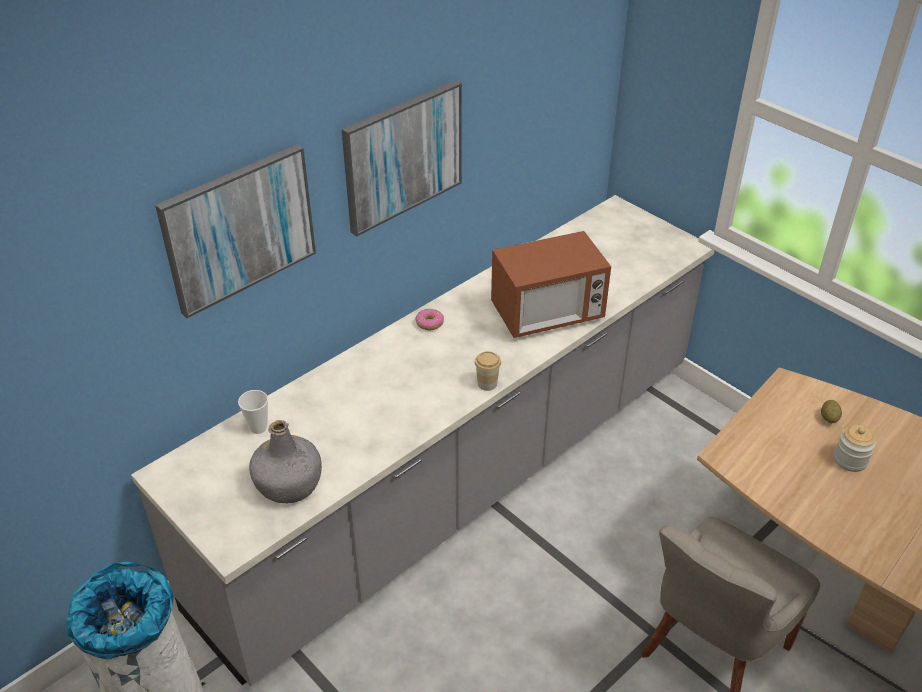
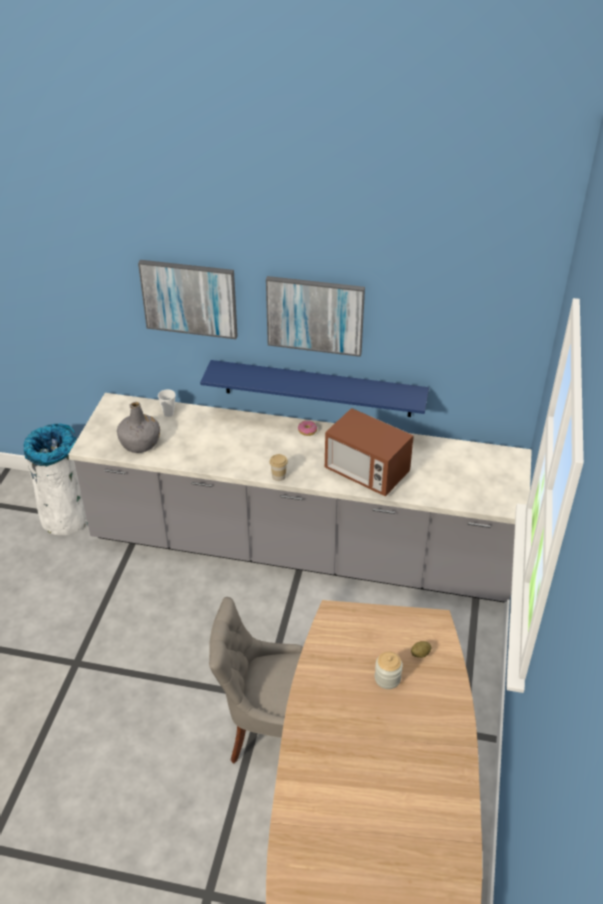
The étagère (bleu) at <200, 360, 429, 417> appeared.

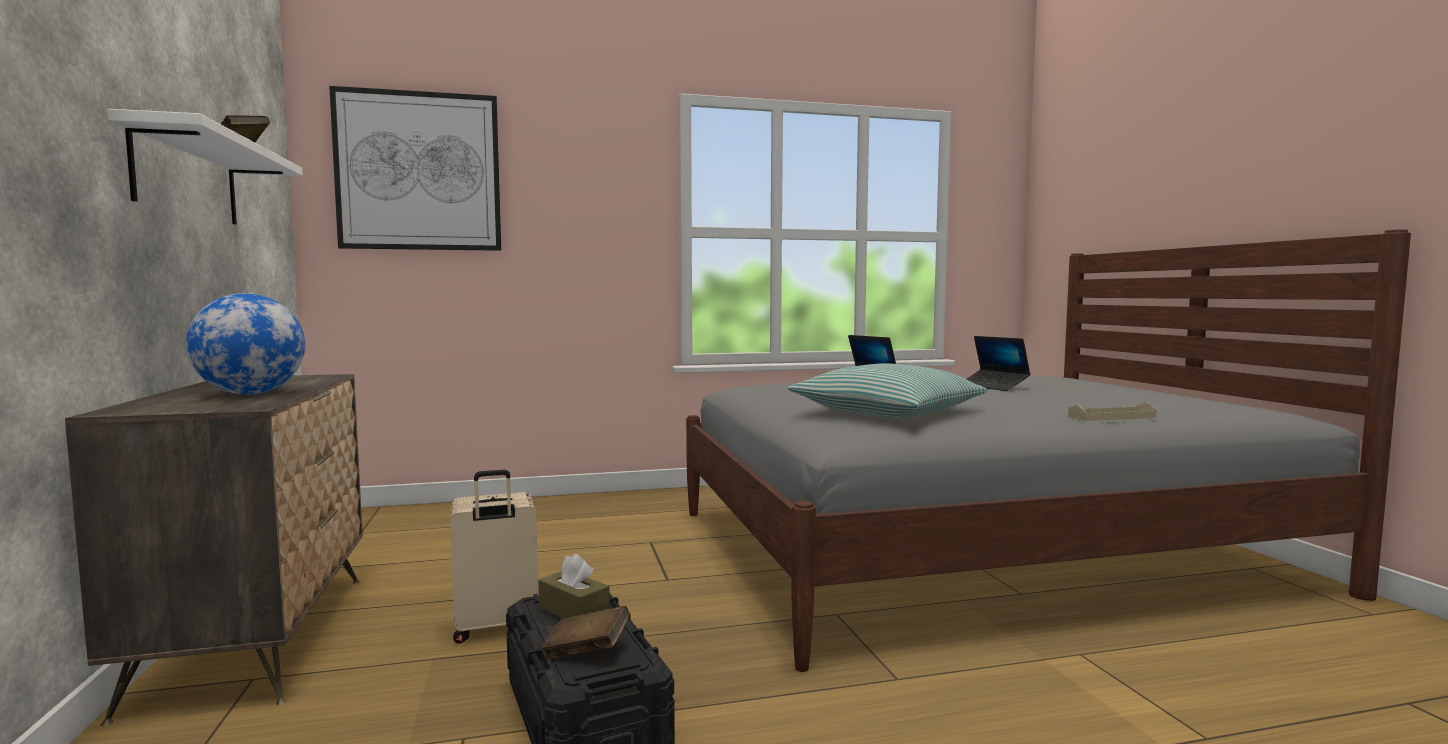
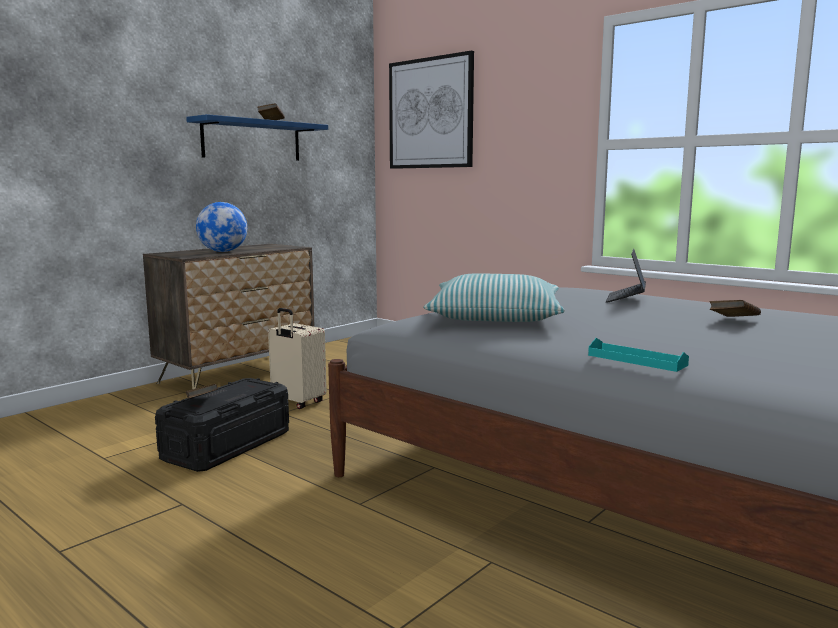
The étagère (blanc) at <107, 109, 303, 224> became the étagère (bleu) at <186, 114, 328, 161>. The ordinateur portable at <966, 336, 1031, 391> was replaced by the livre (marron) at <709, 300, 761, 317>. The plateau (beige) at <1068, 402, 1157, 421> became the plateau (turquoise) at <588, 338, 689, 372>. The boîte à mouchoirs (marron) at <538, 554, 610, 618> disappeared.

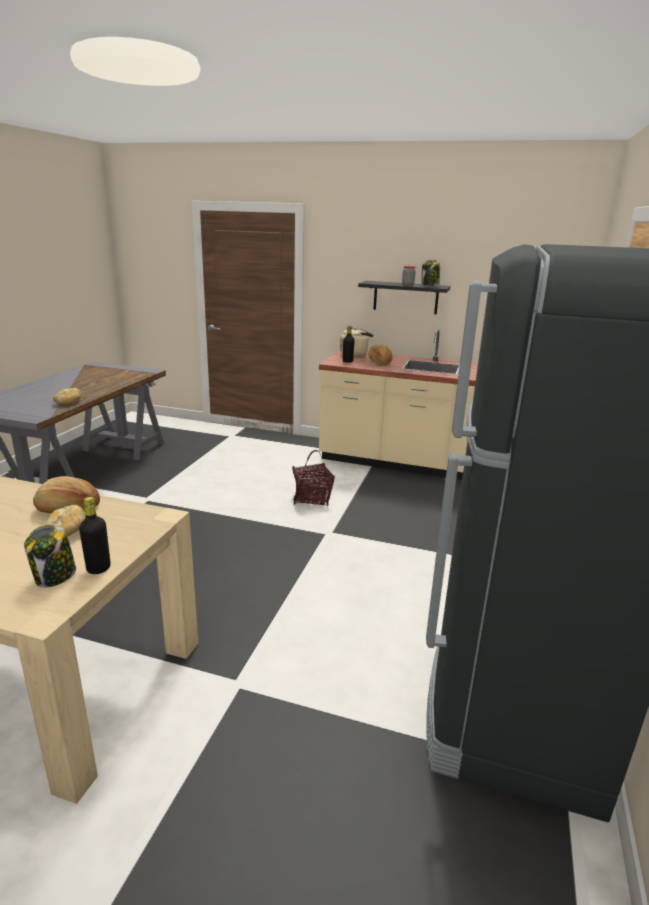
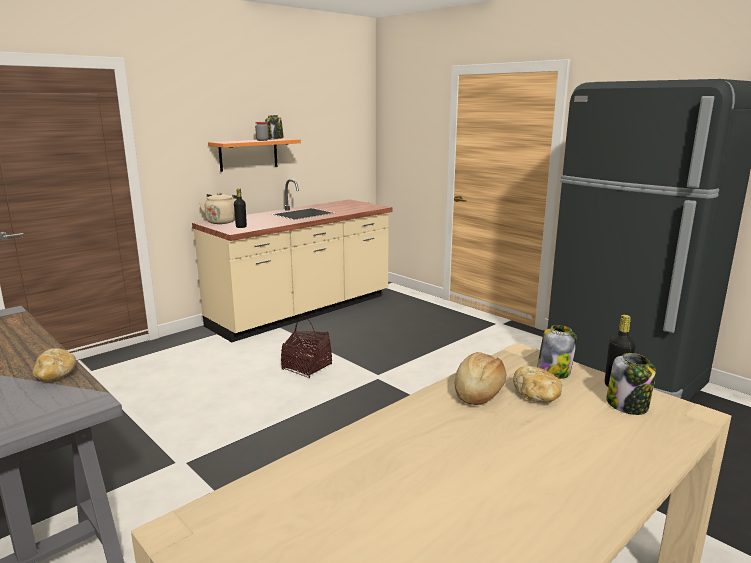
The étagère (noir) at <358, 281, 450, 314> became the étagère (orange) at <208, 138, 301, 172>. The pain at <368, 344, 393, 365> disappeared. The bocal at <537, 325, 577, 379> appeared.

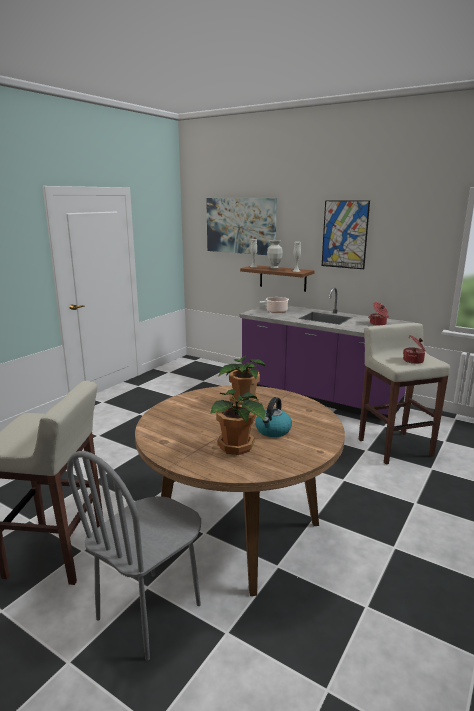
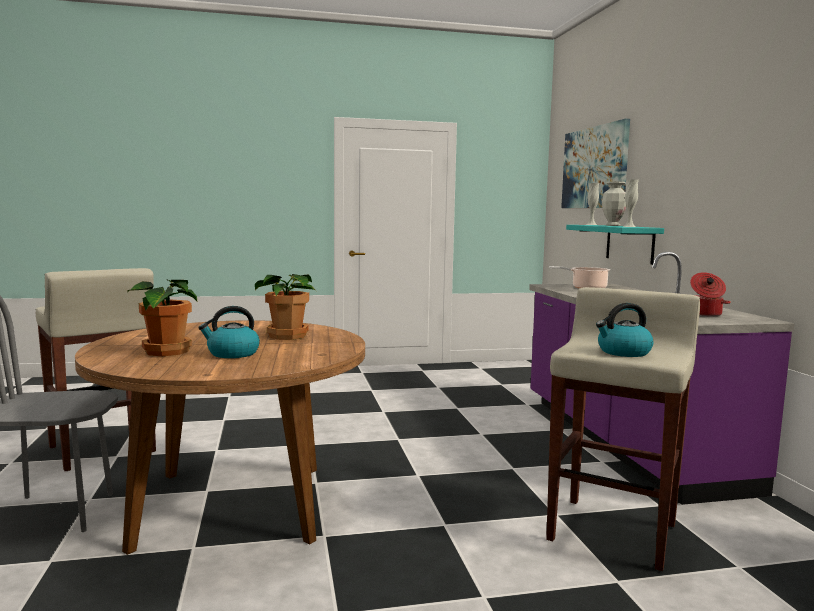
The tableau at <322, 200, 370, 269> disappeared. The étagère (marron) at <240, 265, 315, 292> became the étagère (turquoise) at <566, 225, 664, 265>. The marmite at <403, 335, 426, 364> was replaced by the bouilloire at <596, 303, 653, 357>.

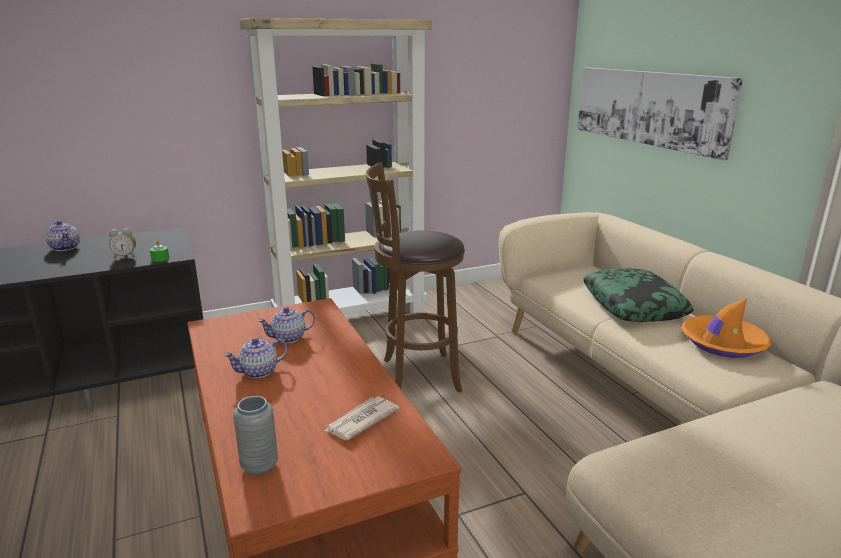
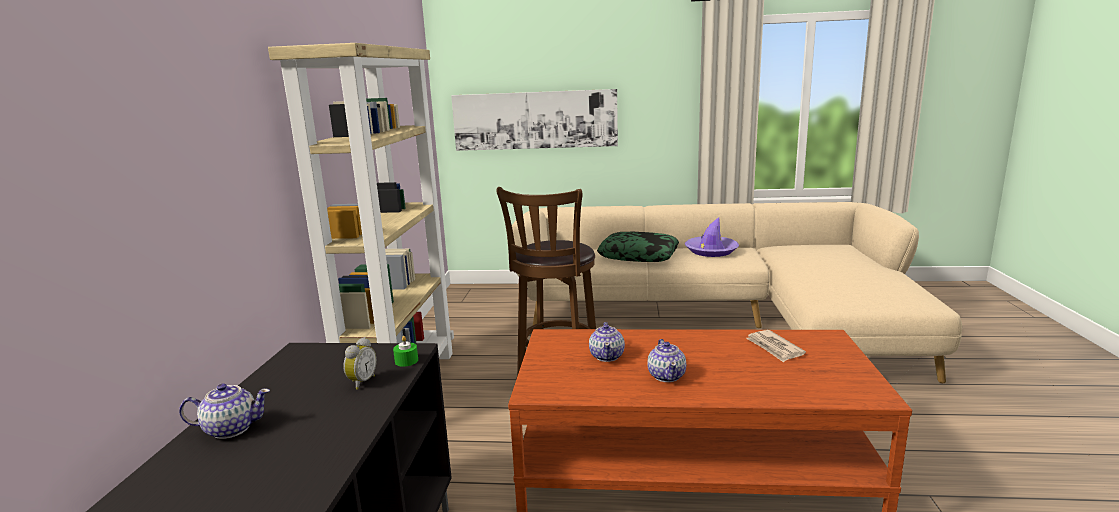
The chapeau (orange) at <682, 299, 771, 358> became the chapeau (violet) at <685, 217, 739, 257>. The vase (gris) at <233, 396, 278, 475> disappeared.

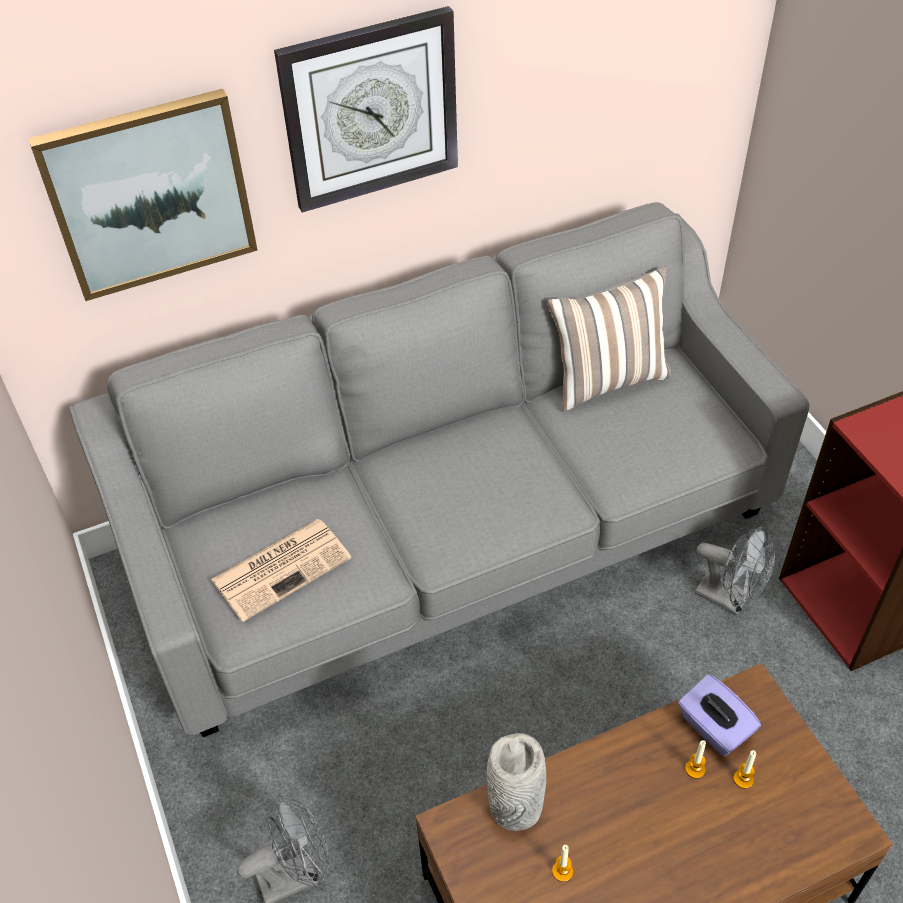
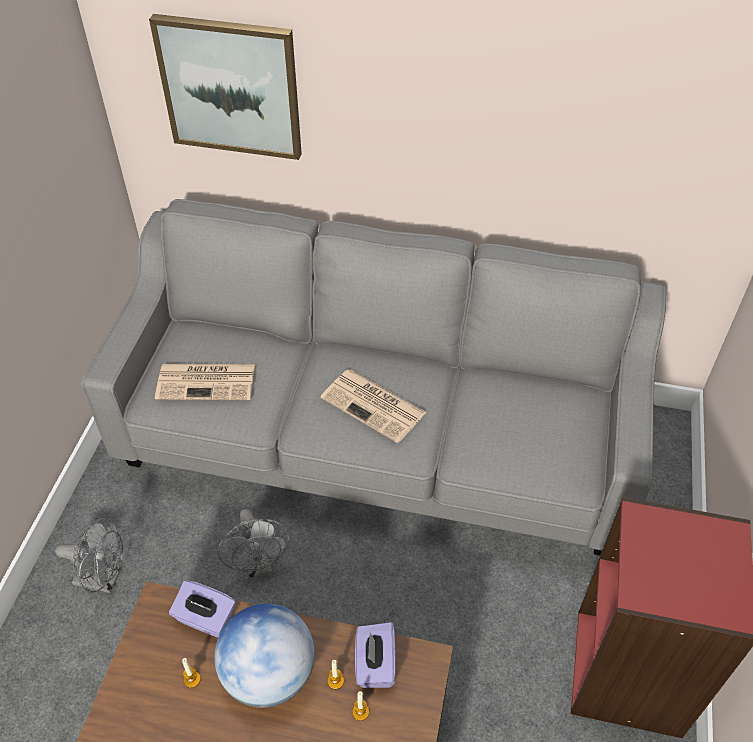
The horloge murale at <274, 6, 458, 213> disappeared. The coussin at <548, 267, 672, 411> disappeared. The ventilateur (gris) moved from <695, 527, 775, 615> to <218, 509, 290, 579>. The vase (gris) at <487, 733, 546, 831> was replaced by the boîte à mouchoirs (violet) at <169, 580, 236, 637>. The journal at <321, 369, 426, 443> appeared. The globe at <215, 604, 315, 708> appeared.

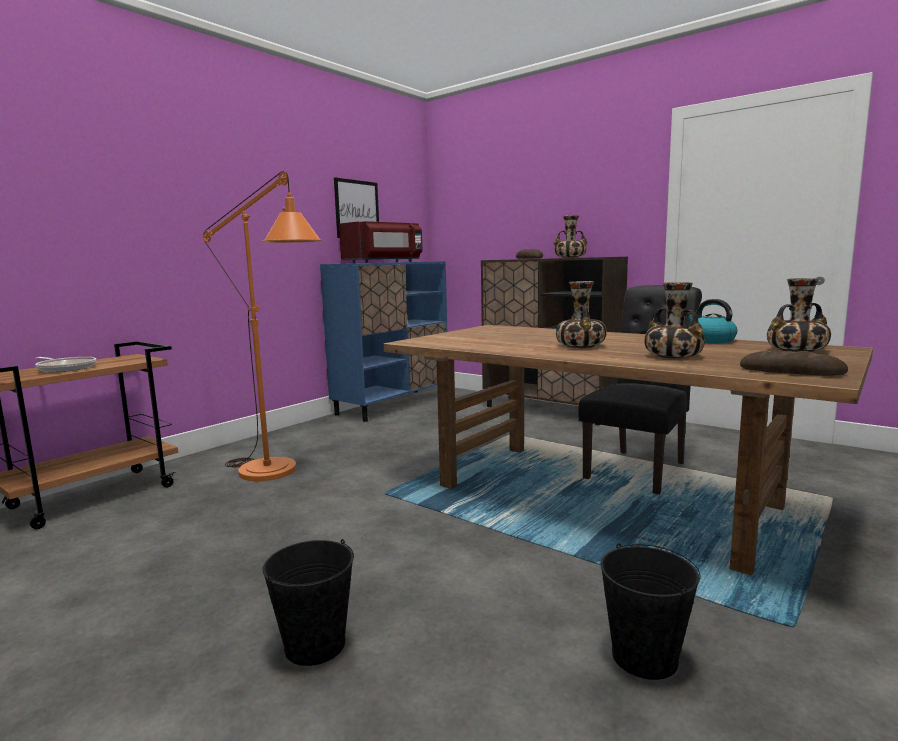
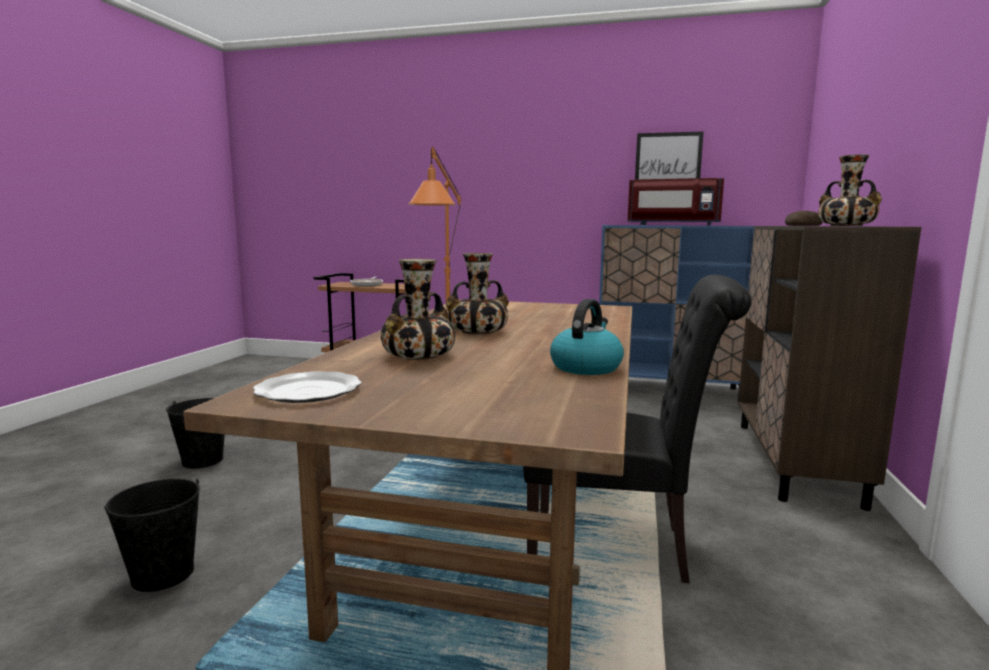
The vase at <767, 278, 831, 352> disappeared. The pain at <740, 350, 848, 376> was replaced by the assiette at <253, 371, 362, 403>.

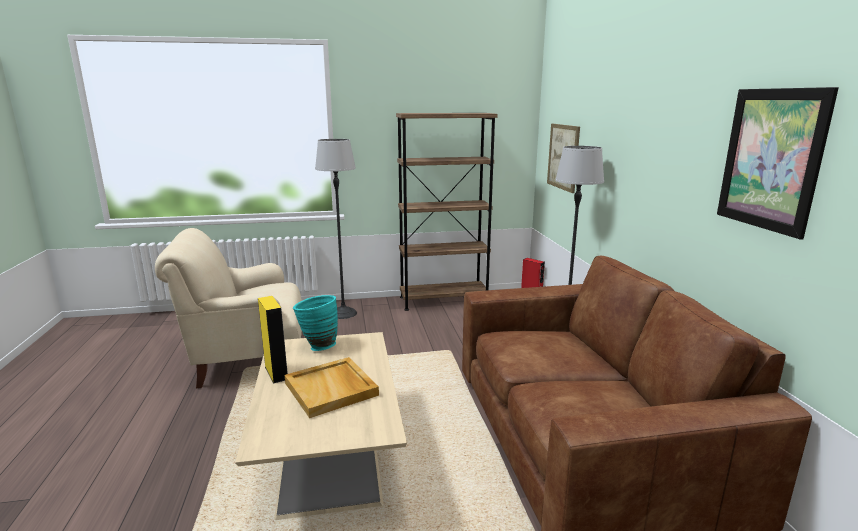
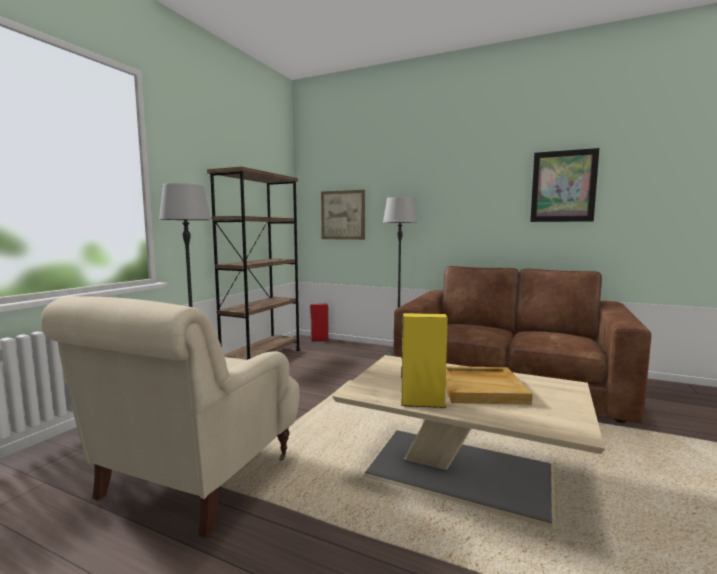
The vase (turquoise) at <293, 295, 338, 351> disappeared.

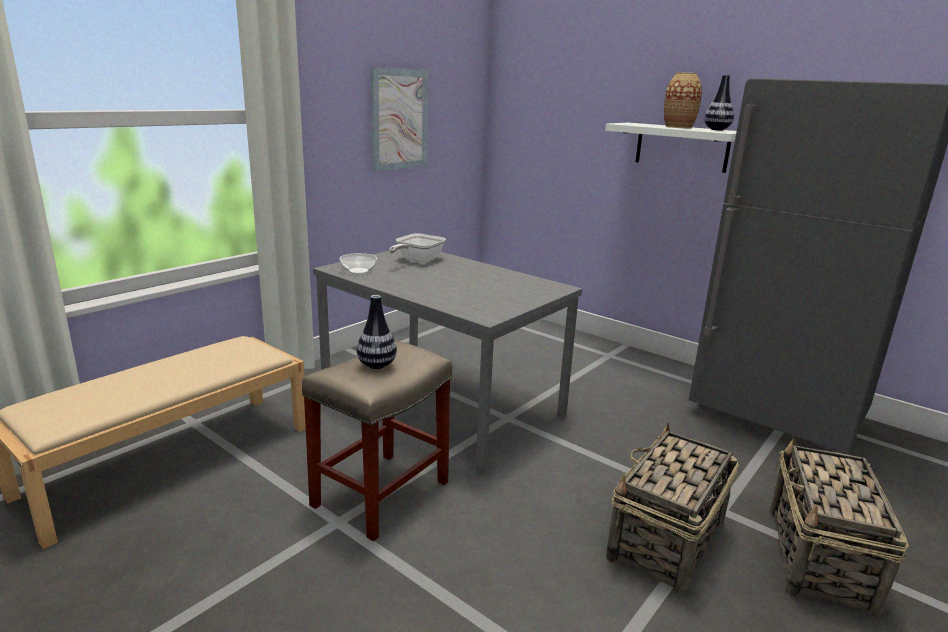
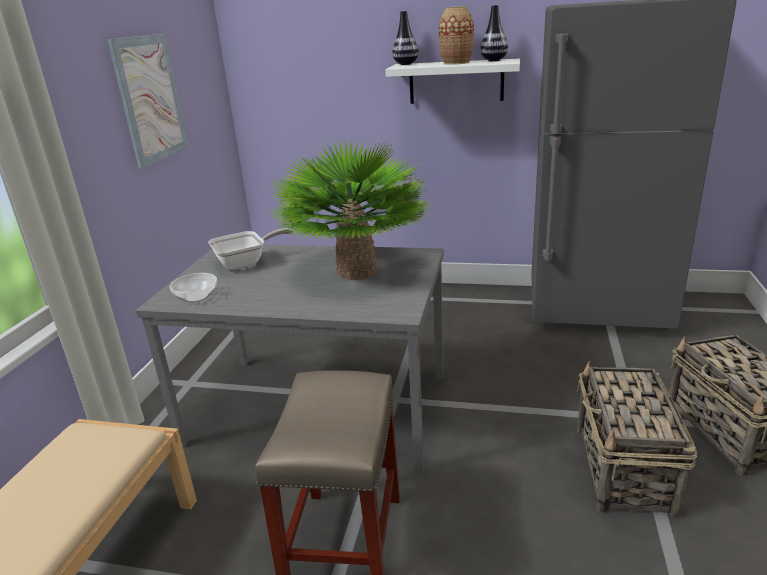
The poêle at <389, 233, 446, 263> turned 120 degrees counterclockwise. The vase moved from <357, 295, 397, 369> to <392, 11, 419, 65>. The plante en pot at <272, 140, 431, 280> appeared.

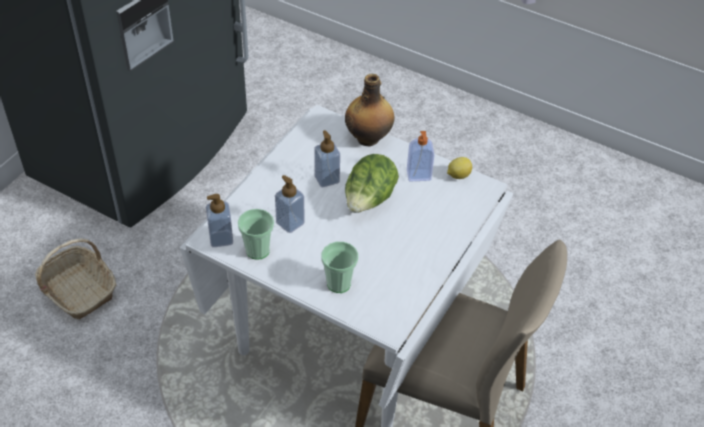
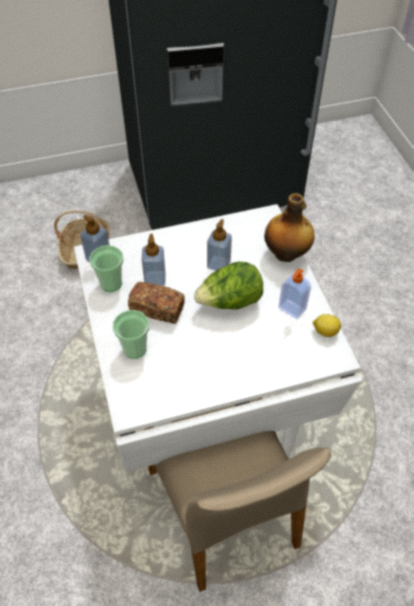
The pain at <128, 282, 185, 324> appeared.

